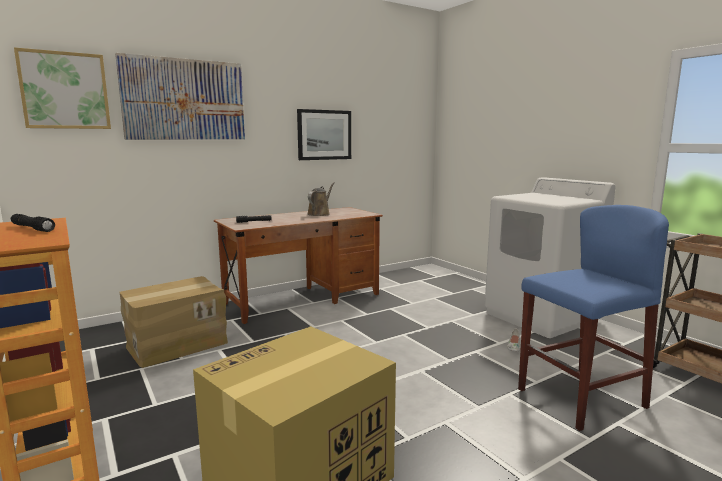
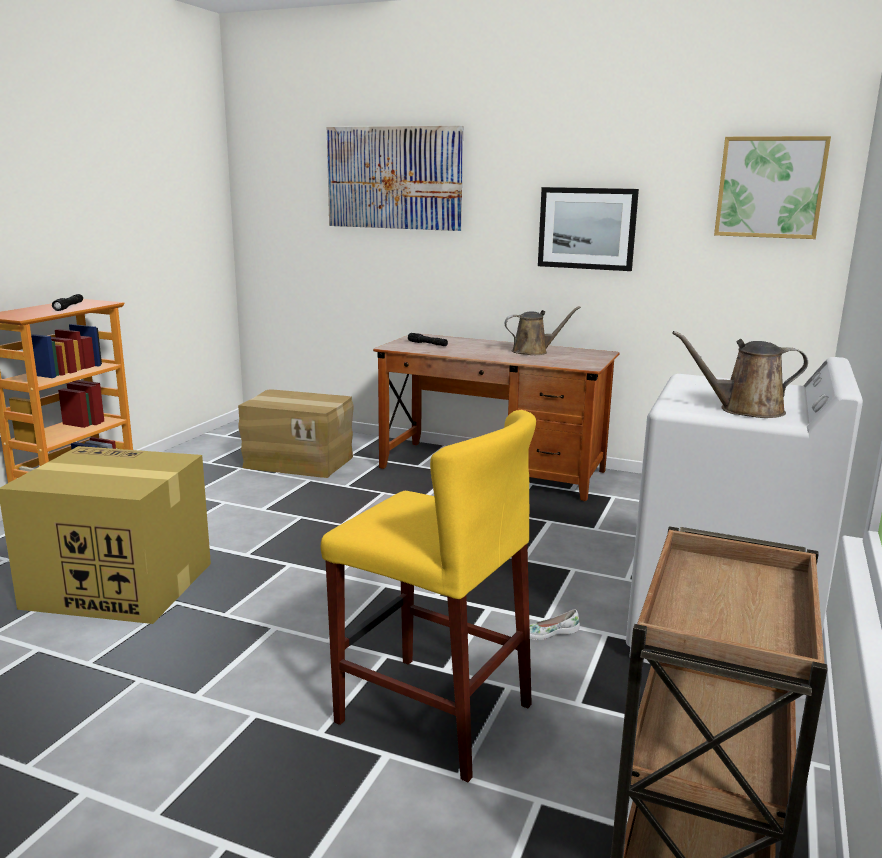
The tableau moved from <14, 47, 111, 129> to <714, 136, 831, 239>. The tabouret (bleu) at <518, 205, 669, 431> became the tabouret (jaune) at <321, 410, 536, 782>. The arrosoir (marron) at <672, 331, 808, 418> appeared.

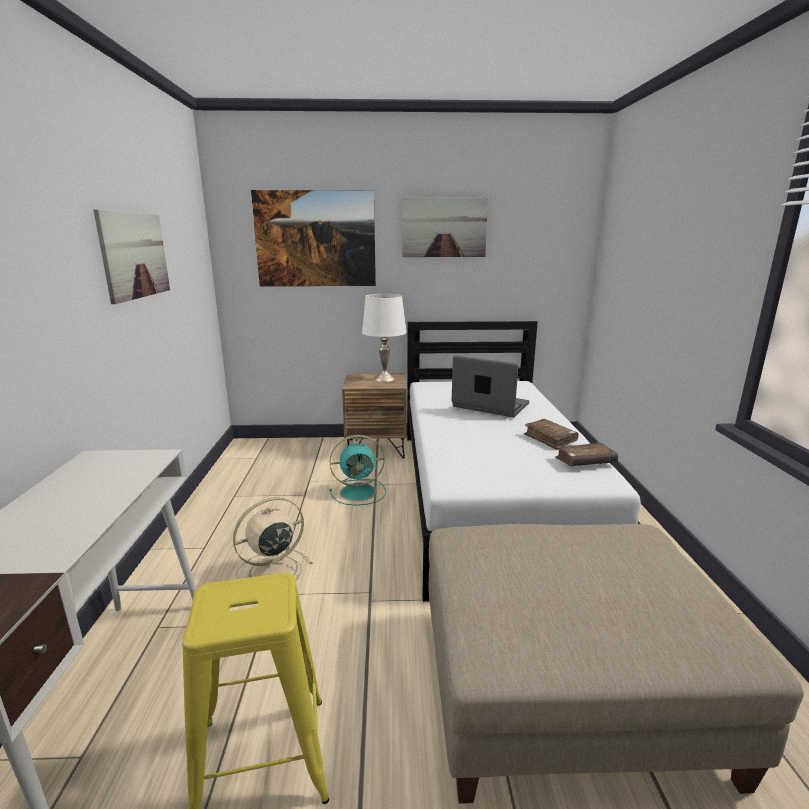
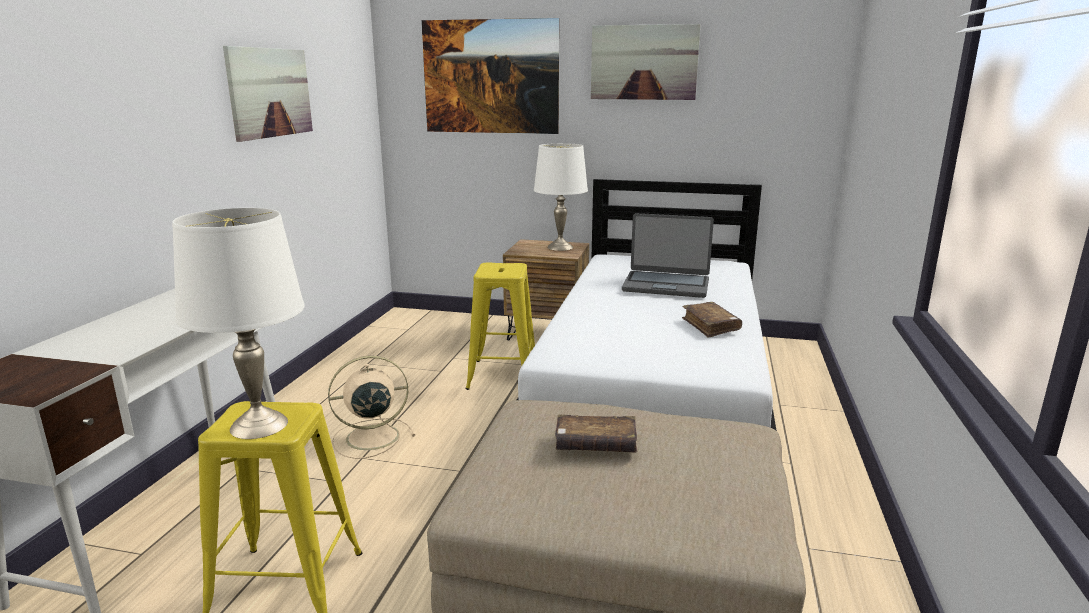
The ordinateur portable at <452, 355, 529, 417> turned 150 degrees clockwise. The ventilateur (turquoise) at <329, 435, 386, 505> was replaced by the tabouret (jaune) at <466, 263, 535, 390>. The livre (marron) moved from <555, 442, 618, 466> to <555, 414, 637, 453>. The lampe de table (blanc) at <172, 208, 305, 439> appeared.

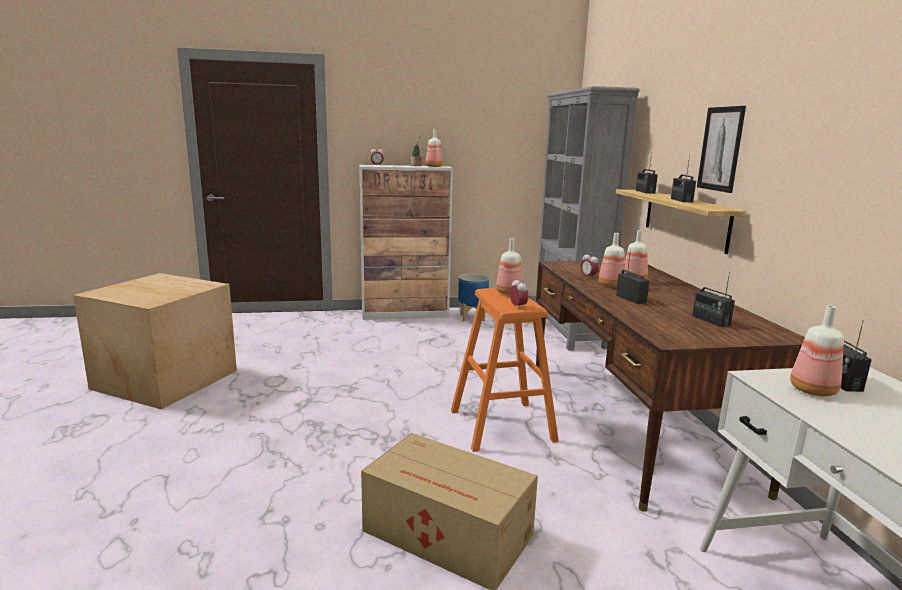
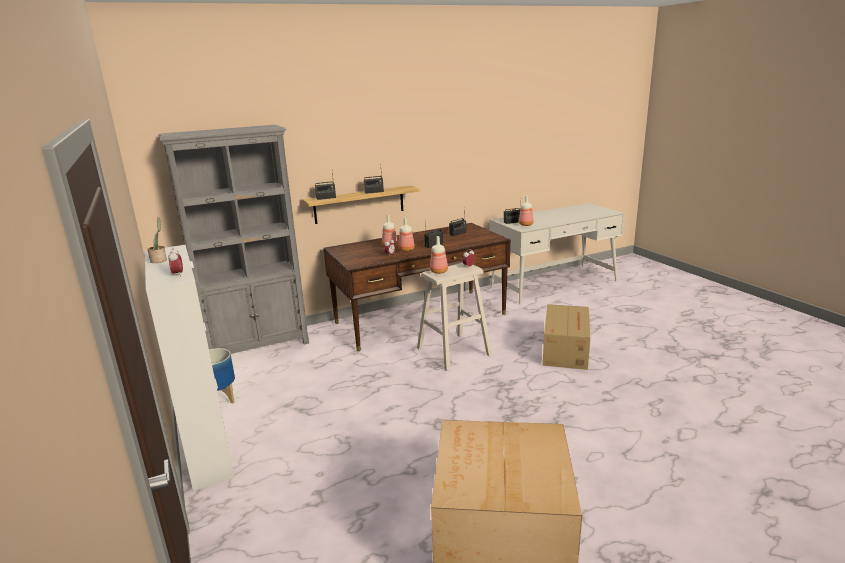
The tableau at <697, 106, 746, 193> disappeared. The bouteille at <425, 129, 443, 167> disappeared. The tabouret (orange) at <451, 288, 559, 452> became the tabouret (beige) at <417, 263, 492, 371>.

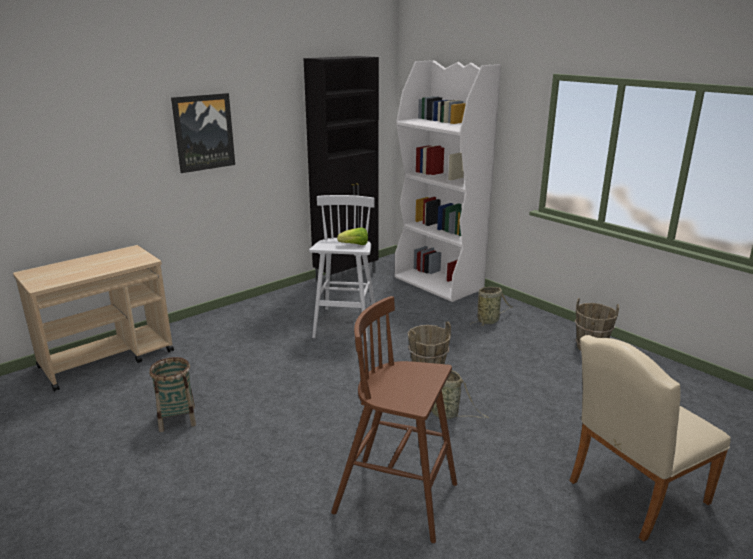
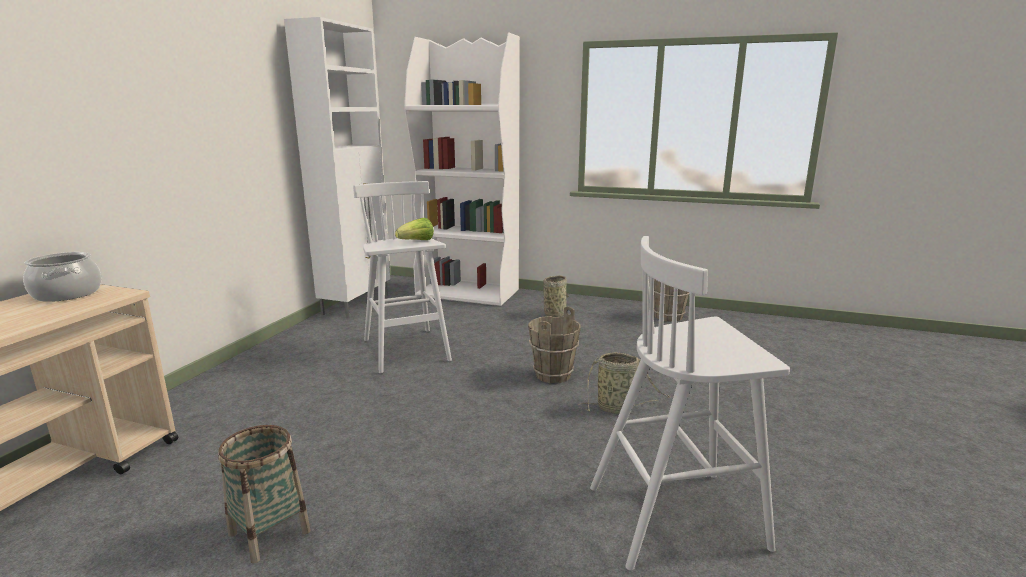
The meuble de rangement (noir) at <304, 56, 379, 287> became the meuble de rangement (blanc) at <284, 17, 390, 319>. The tableau at <171, 93, 235, 173> disappeared. The tabouret (marron) at <331, 296, 457, 543> became the tabouret (blanc) at <590, 236, 790, 571>. The chaise (beige) at <569, 335, 731, 542> disappeared. The marmite at <23, 252, 102, 302> appeared.

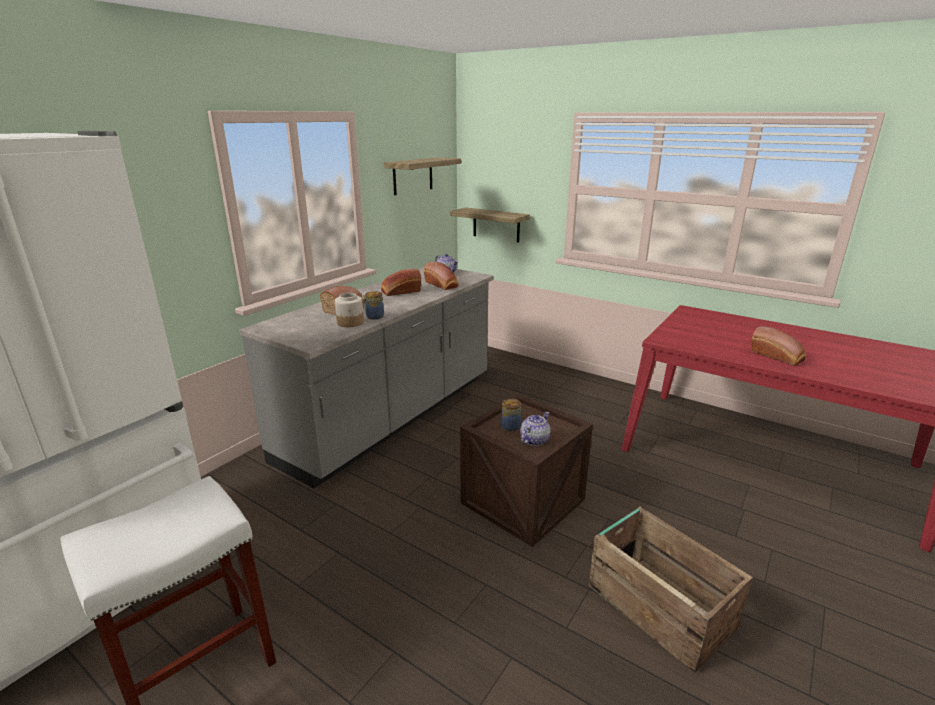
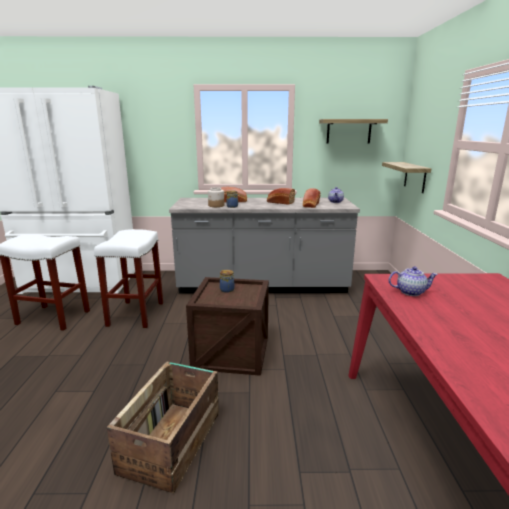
The pain at <751, 326, 806, 365> disappeared. The théière moved from <520, 412, 550, 446> to <389, 266, 438, 296>. The tabouret (blanc) at <94, 229, 163, 328> appeared.

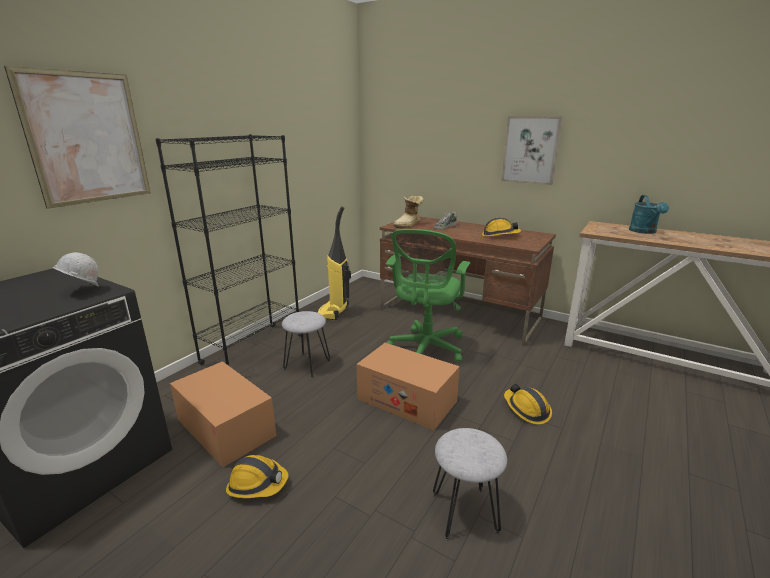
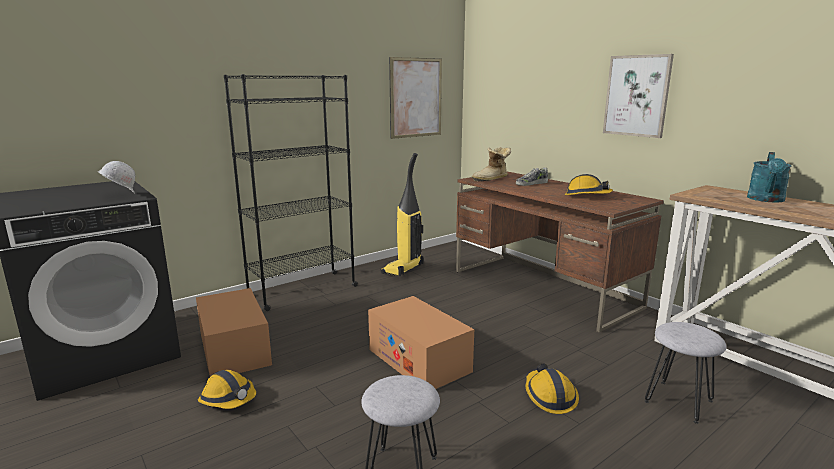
The tableau moved from <4, 66, 151, 209> to <389, 57, 442, 139>. The chaise de bureau (vert) at <386, 229, 470, 362> disappeared. The tabouret (gris) moved from <282, 311, 330, 377> to <645, 322, 726, 424>.

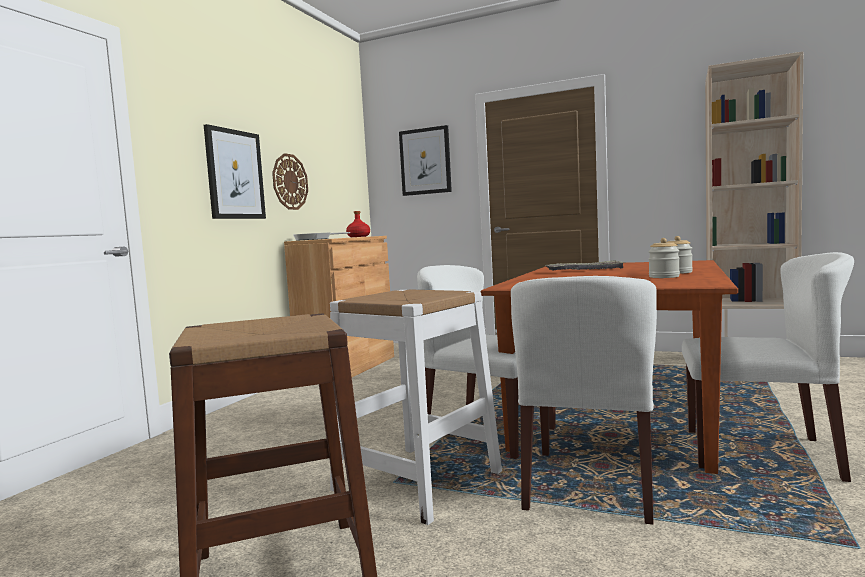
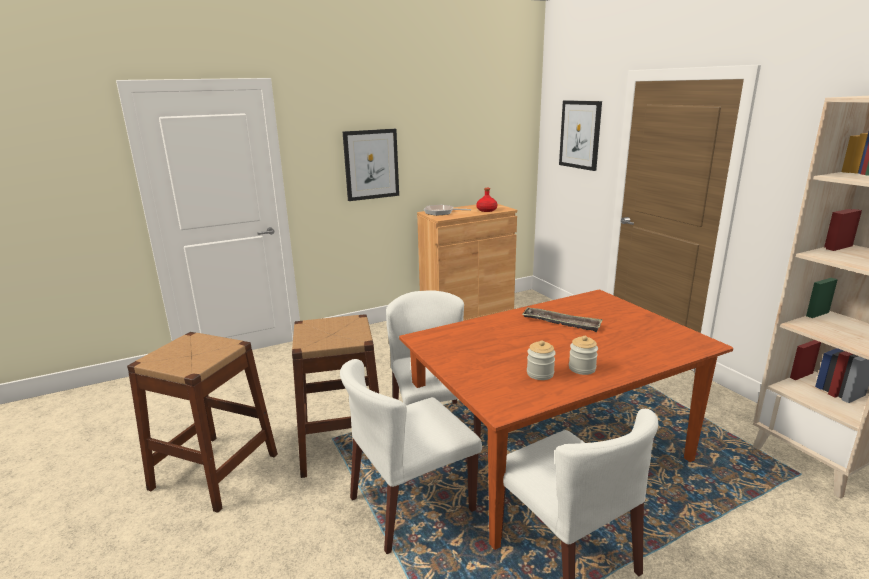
The horloge murale at <272, 153, 308, 210> disappeared. The tabouret (blanc) at <330, 289, 502, 525> became the tabouret (marron) at <292, 314, 379, 478>.

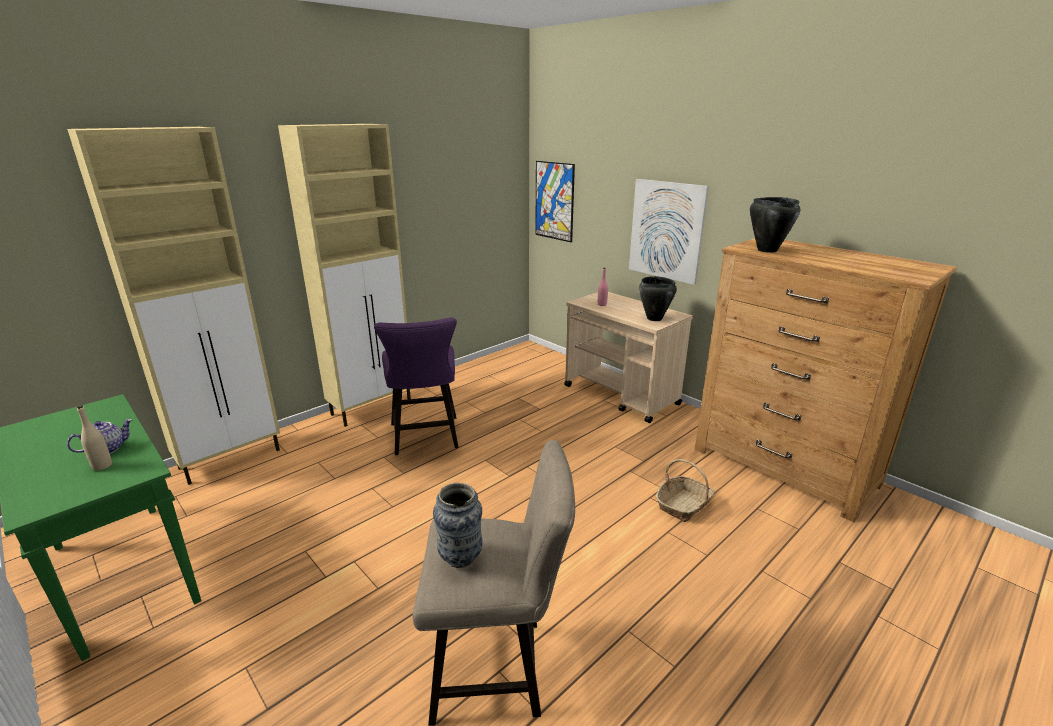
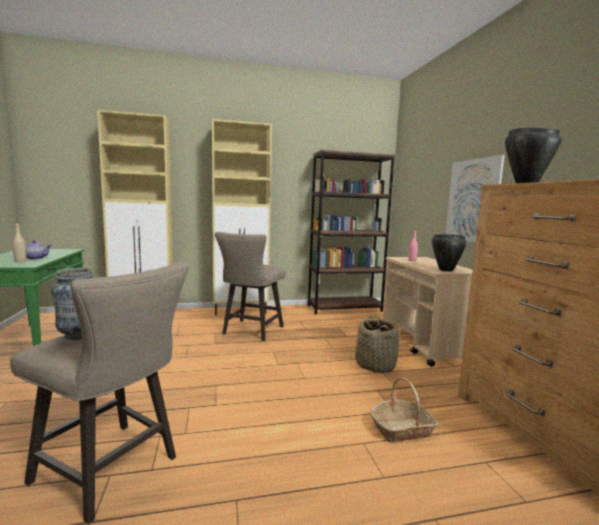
The tableau at <535, 161, 575, 242> disappeared. The tabouret (violet) at <374, 317, 458, 455> became the tabouret (beige) at <215, 232, 285, 341>. The bibliothèque (marron) at <308, 150, 395, 314> appeared. The panier at <355, 316, 399, 373> appeared.

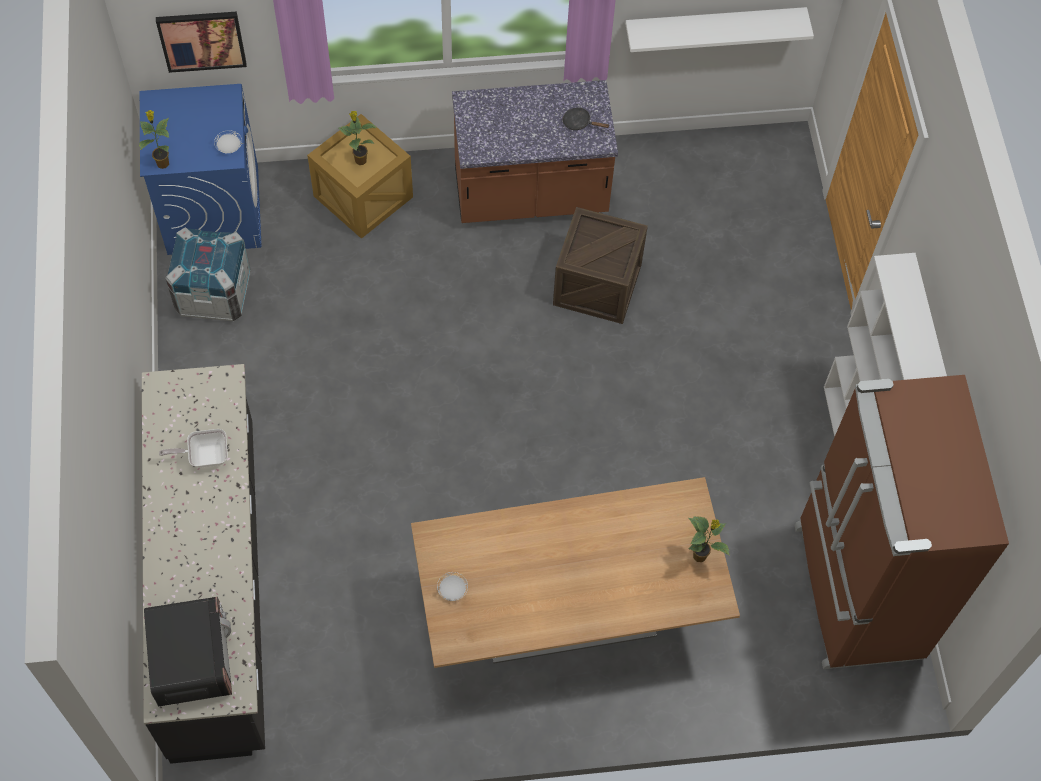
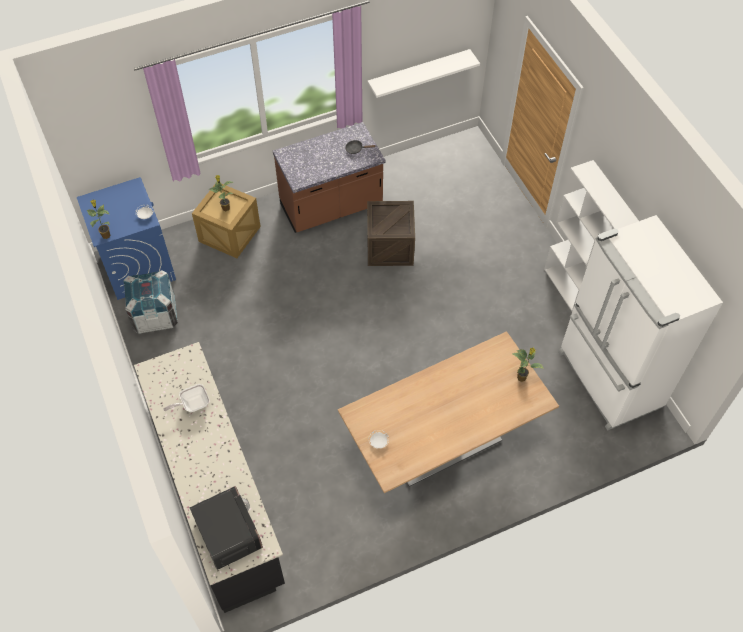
The tableau at <156, 11, 247, 73> disappeared. The réfrigérateur (marron) at <795, 375, 1009, 669> became the réfrigérateur (blanc) at <558, 215, 723, 431>.

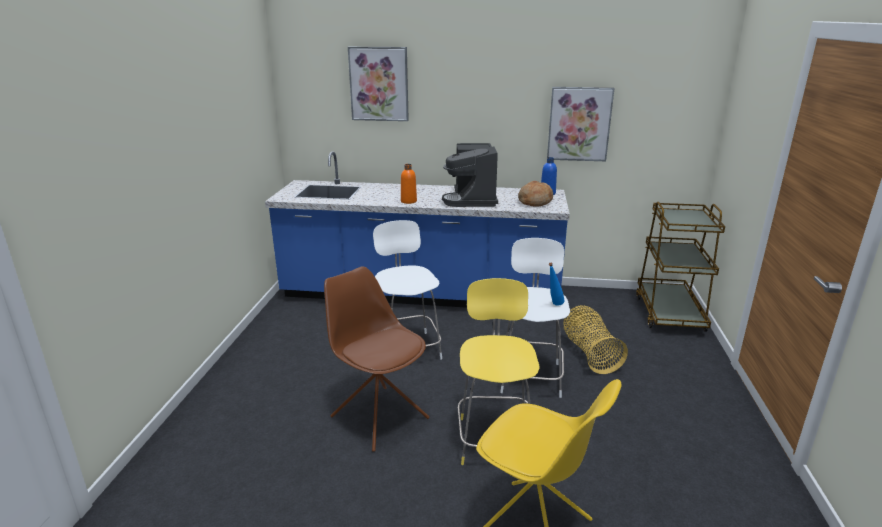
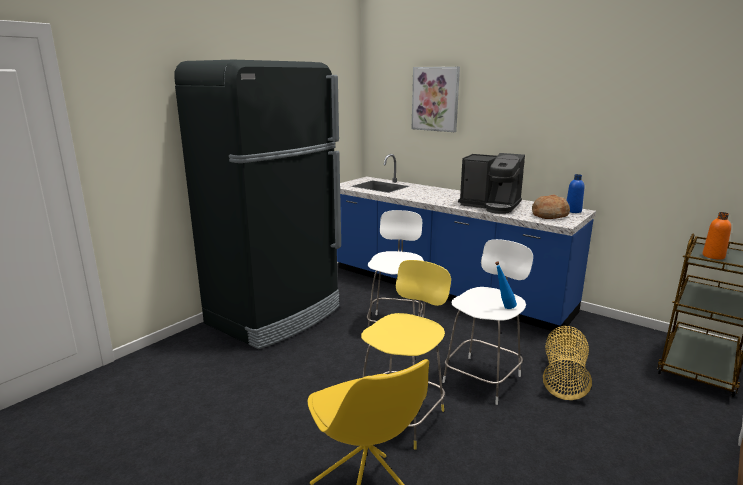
The tableau at <547, 87, 615, 161> disappeared. The machine à café at <442, 143, 498, 207> turned 90 degrees counterclockwise. The bouteille (orange) moved from <401, 164, 417, 204> to <702, 212, 731, 260>. The chaise (marron) at <324, 266, 430, 452> disappeared. The réfrigérateur (noir) at <174, 60, 341, 349> appeared.

